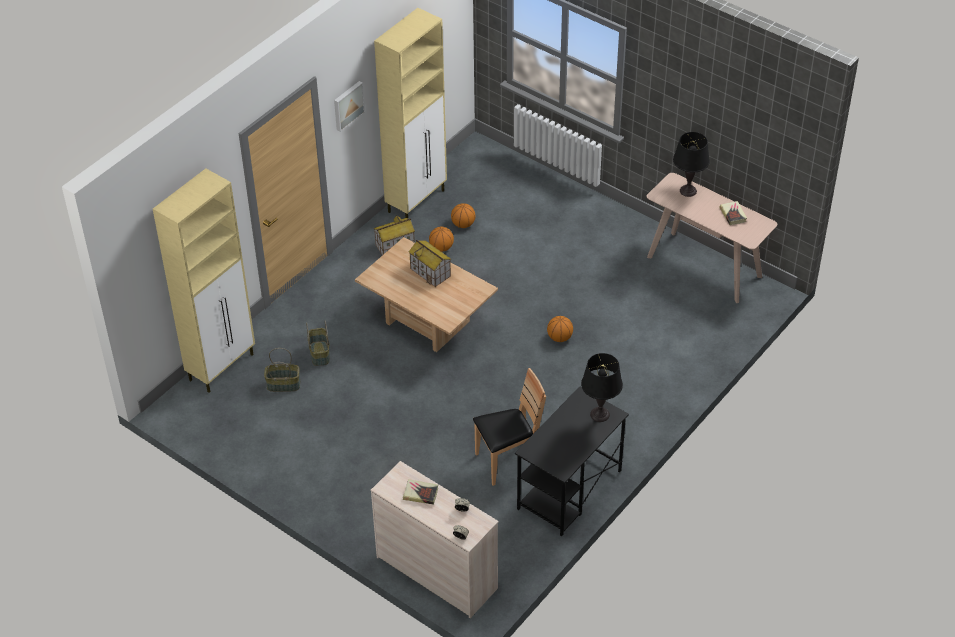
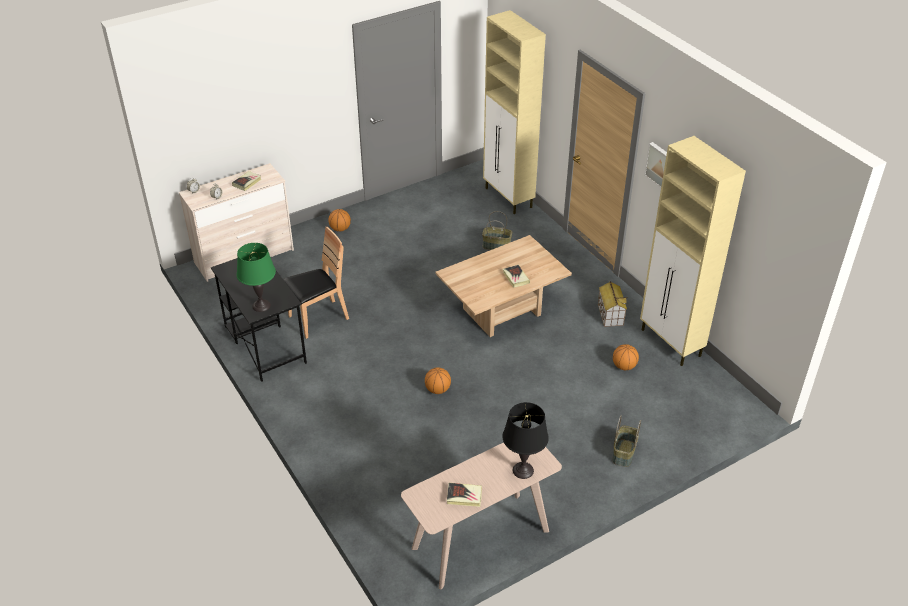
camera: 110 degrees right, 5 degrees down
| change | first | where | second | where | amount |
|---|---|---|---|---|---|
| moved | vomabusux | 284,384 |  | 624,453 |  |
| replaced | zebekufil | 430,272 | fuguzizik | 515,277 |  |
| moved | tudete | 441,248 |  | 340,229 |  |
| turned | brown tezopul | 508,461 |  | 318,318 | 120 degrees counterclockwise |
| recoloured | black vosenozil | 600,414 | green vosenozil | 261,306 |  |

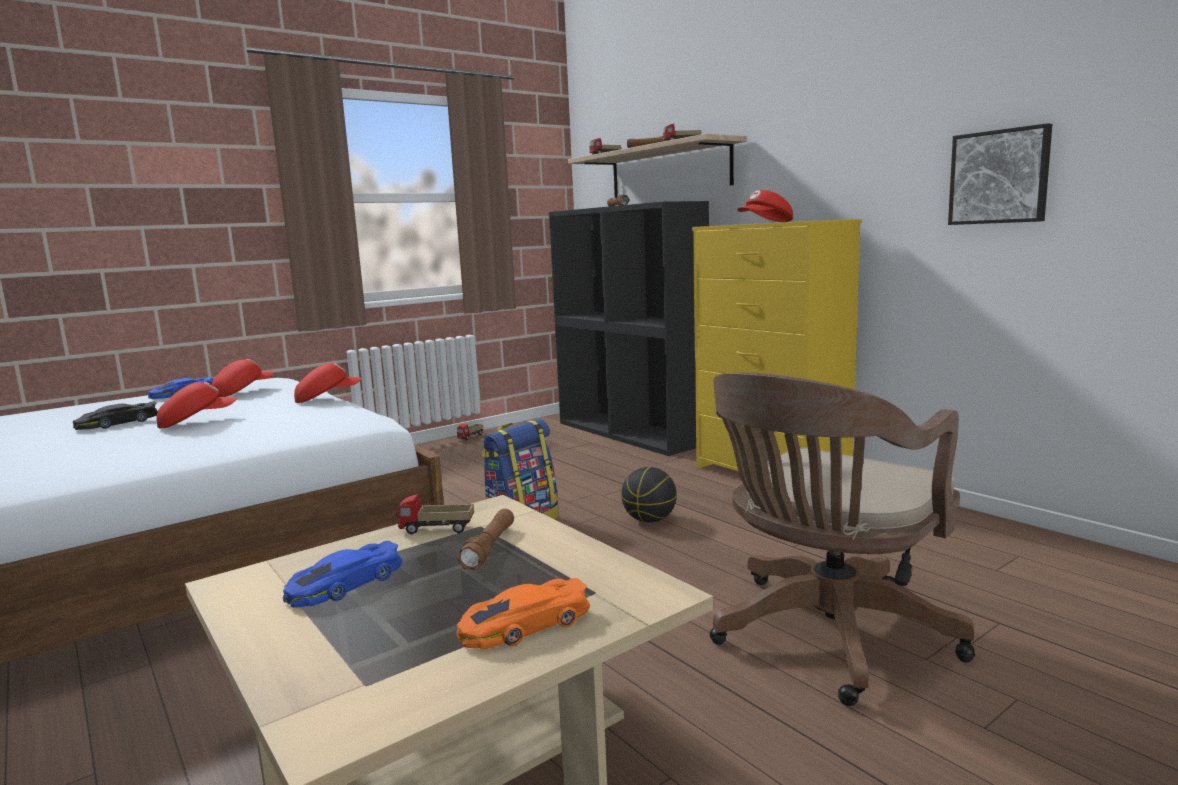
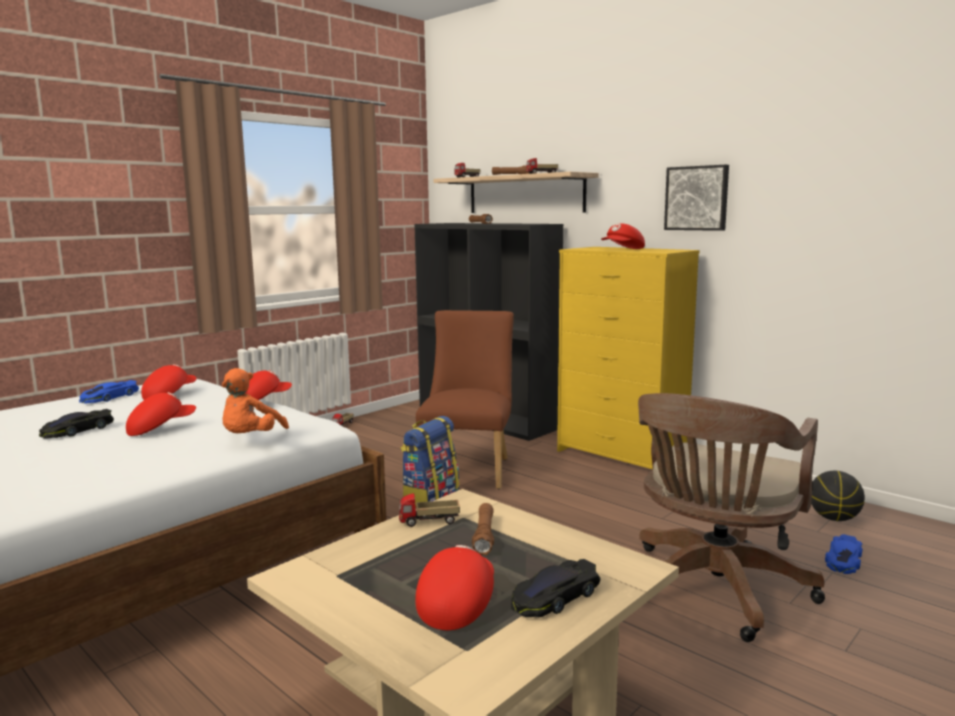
camera: 10 degrees left, 0 degrees up
| change | first | where | second | where | amount |
|---|---|---|---|---|---|
| moved | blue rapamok | 345,585 |  | 843,560 |  |
| recoloured | orange rapamok | 524,625 | black rapamok | 555,597 |  |
| moved | tudete | 650,520 |  | 834,518 |  |
| moved | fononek | 999,177 |  | 697,198 |  |
| added |  |  | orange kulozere | 250,438 |  |
| added |  |  | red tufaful | 457,603 |  |
| added |  |  | brown tezopul | 469,469 |  |

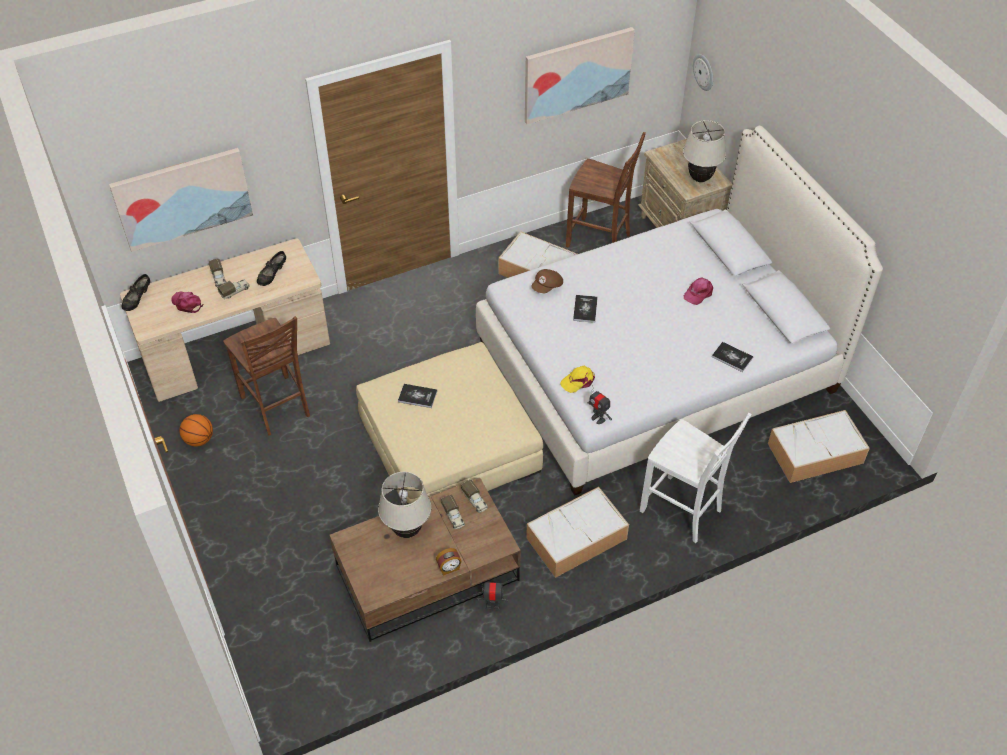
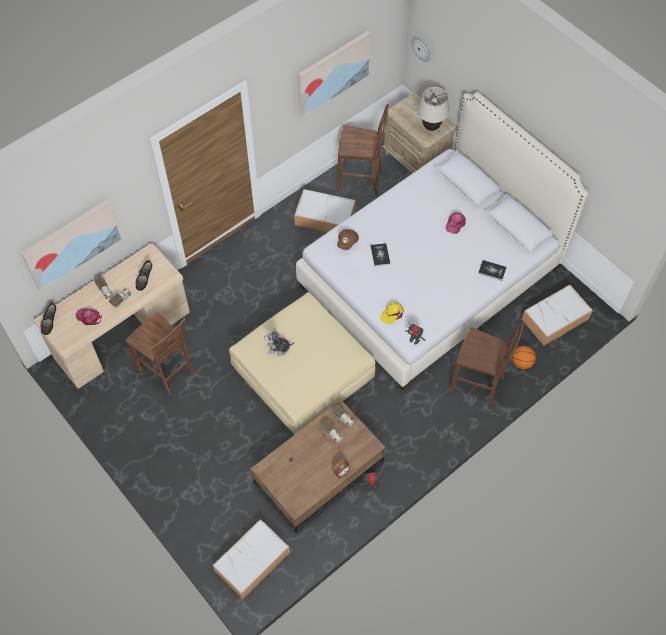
camera: 15 degrees left, 10 degrees up
| change | first | where | second | where | amount |
|---|---|---|---|---|---|
| moved | tudete | 199,440 |  | 522,362 |  |
| removed | beige vosenozil | 407,531 |  |  |  |
| replaced | fuguzizik | 417,396 | kulozere | 278,348 |  |
| moved | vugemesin | 575,539 |  | 251,562 |  |
| recoloured | white tezopul | 682,511 | brown tezopul | 478,384 |  |

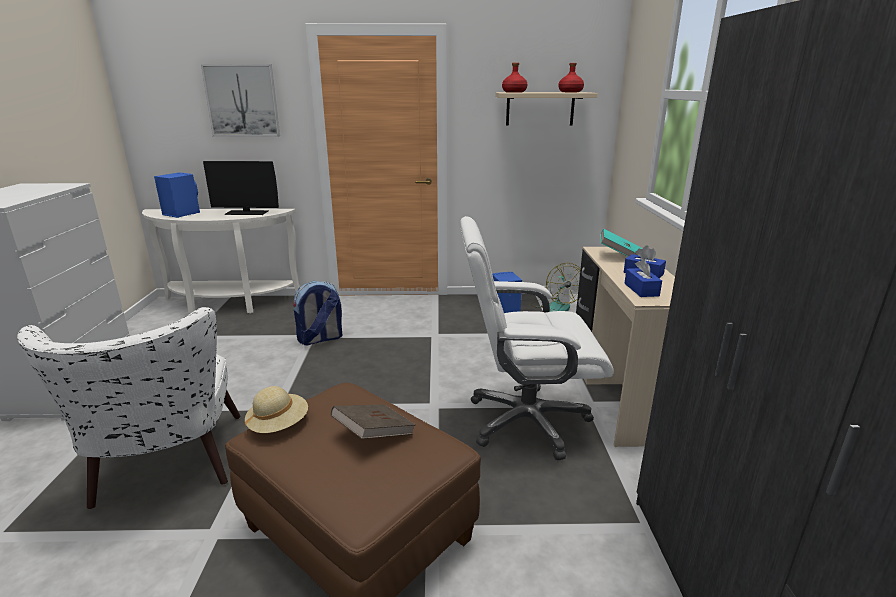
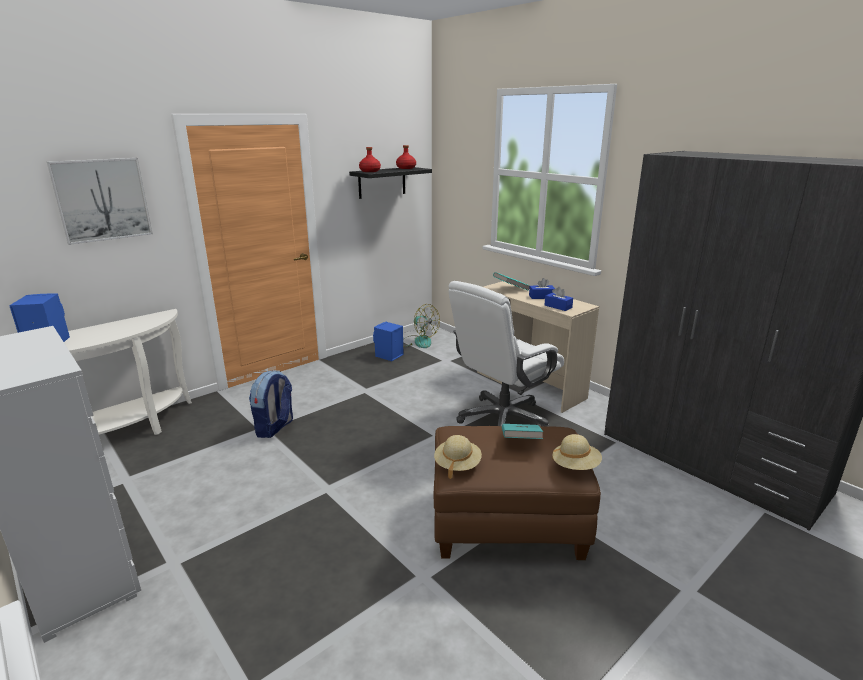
camera: 40 degrees left, 0 degrees up
| change | first | where | second | where | amount |
|---|---|---|---|---|---|
| removed | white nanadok | 166,469 |  |  |  |
| removed | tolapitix | 246,212 |  |  |  |
| recoloured | brown fuguzizik | 374,435 | turquoise fuguzizik | 520,442 |  |
| recoloured | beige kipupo | 540,109 | black kipupo | 382,182 |  |
| added |  |  | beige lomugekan | 575,466 |  |

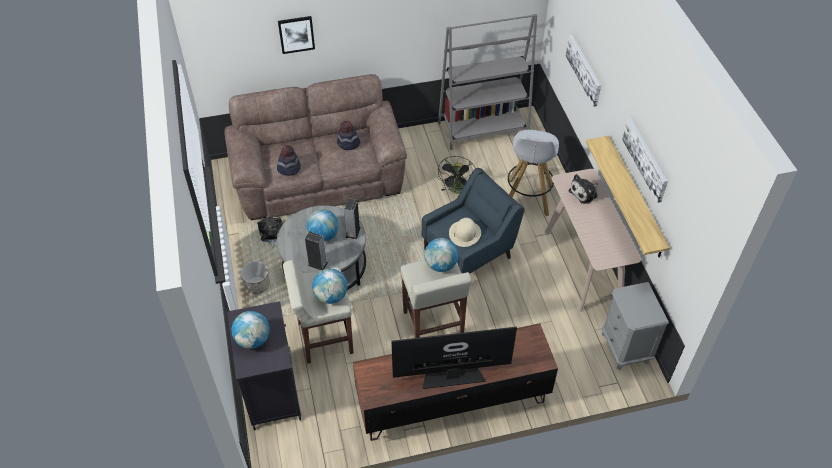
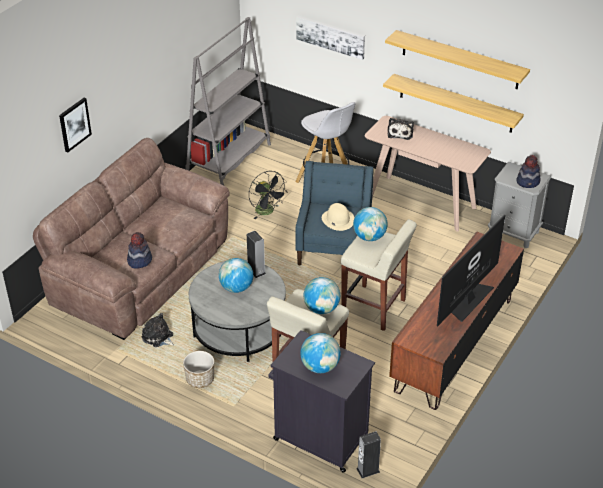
camera: 45 degrees left, 10 degrees down
| change | first | where | second | where | amount |
|---|---|---|---|---|---|
| moved | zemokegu | 317,264 |  | 368,470 |  |
| moved | lomugekan | 348,143 |  | 528,182 |  |
| replaced | fononek | 646,159 | kipupo | 460,60 |  |

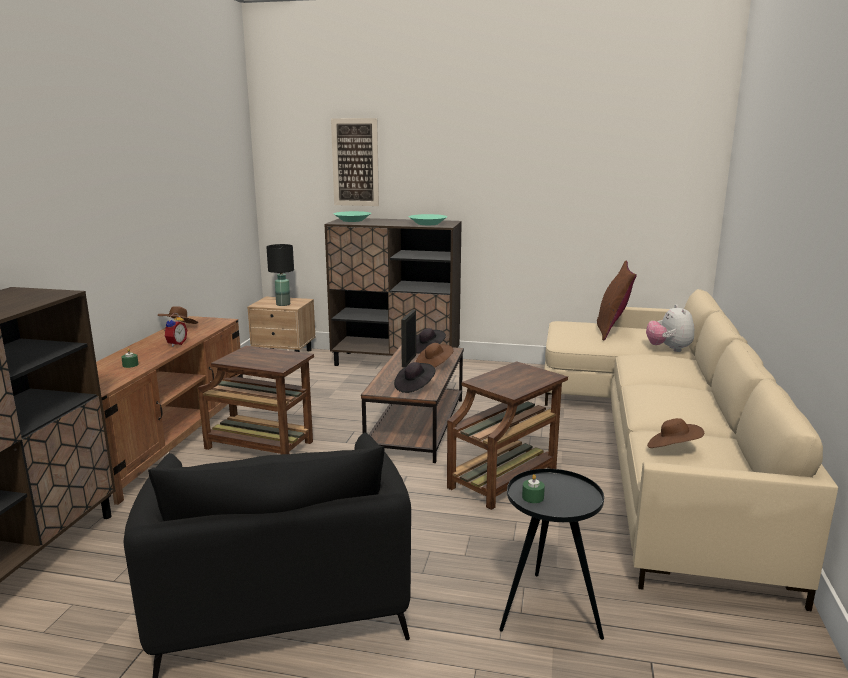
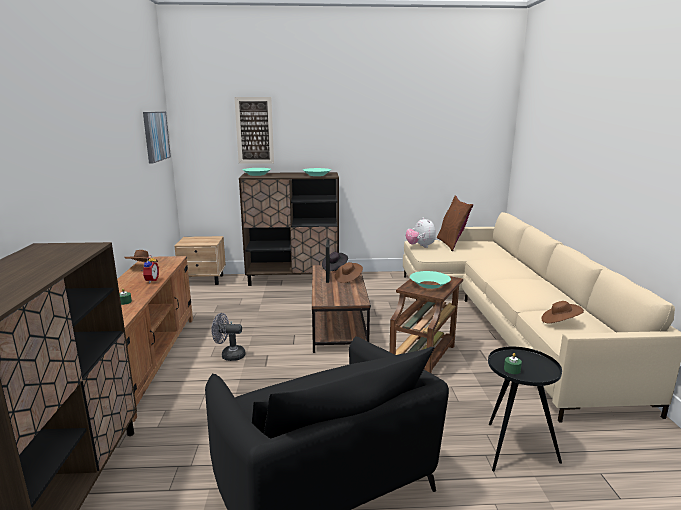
camera: 15 degrees left, 0 degrees up
| change | first | where | second | where | amount |
|---|---|---|---|---|---|
| replaced | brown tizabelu | 262,446 | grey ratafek | 229,355 |  |
| removed | black vosenozil | 283,304 |  |  |  |
| removed | black lomugekan | 414,387 |  |  |  |
| moved | kulozere | 669,349 |  | 420,246 |  |
| added |  |  | fononek | 155,136 |  |
| added |  |  | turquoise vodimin | 429,284 |  |

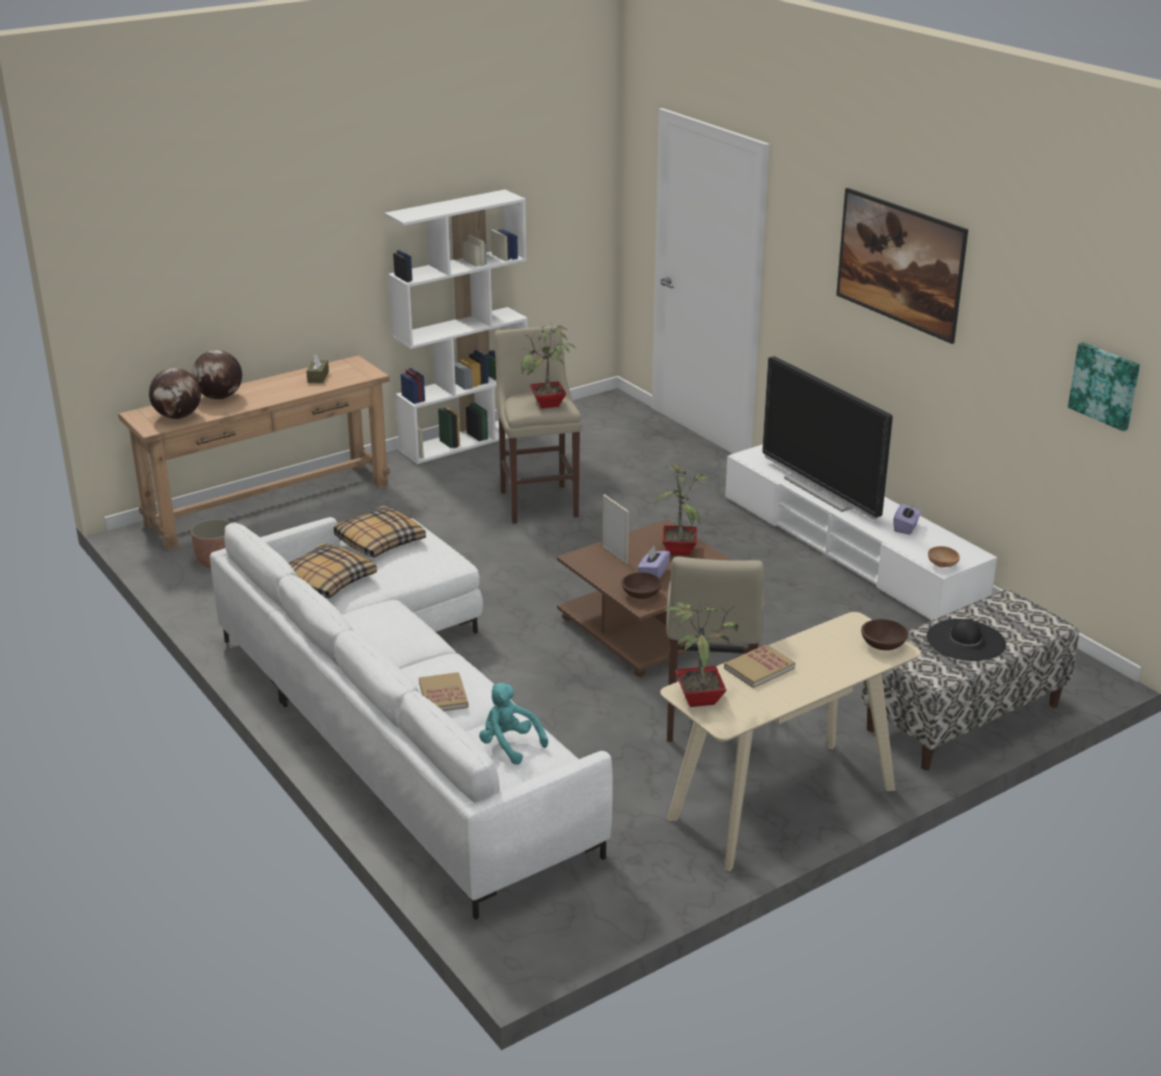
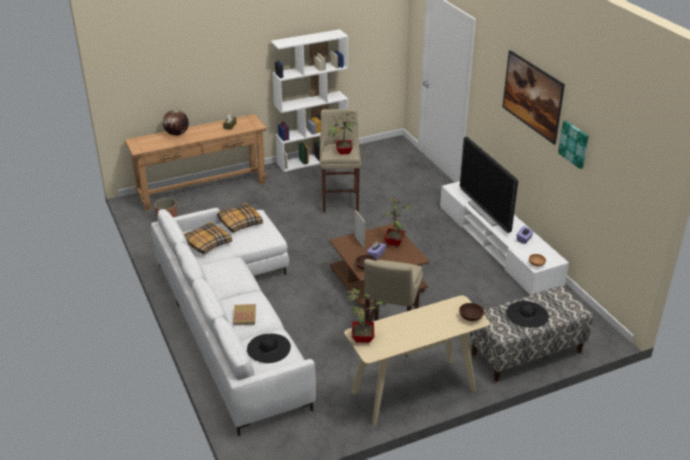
camera: 10 degrees right, 5 degrees up
| change | first | where | second | where | amount |
|---|---|---|---|---|---|
| removed | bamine | 178,416 |  |  |  |
| replaced | turquoise kulozere | 509,745 | black lomugekan | 268,348 |  |
| removed | fuguzizik | 759,668 |  |  |  |
| moved | fononek | 1105,385 |  | 574,144 |  |

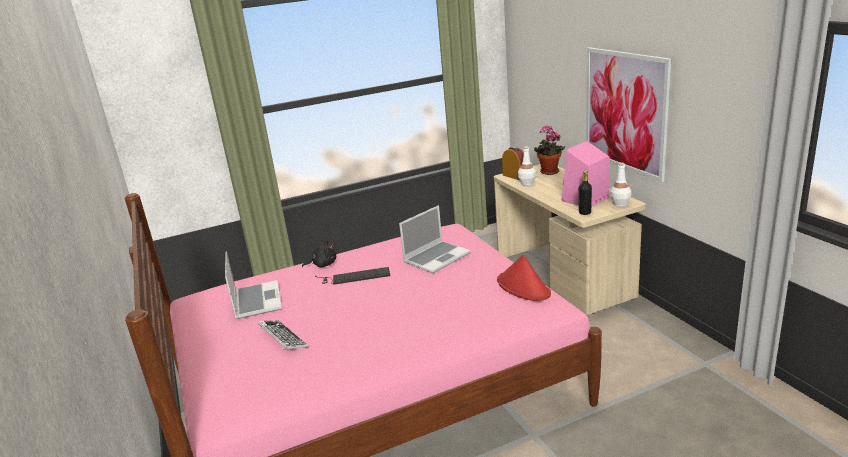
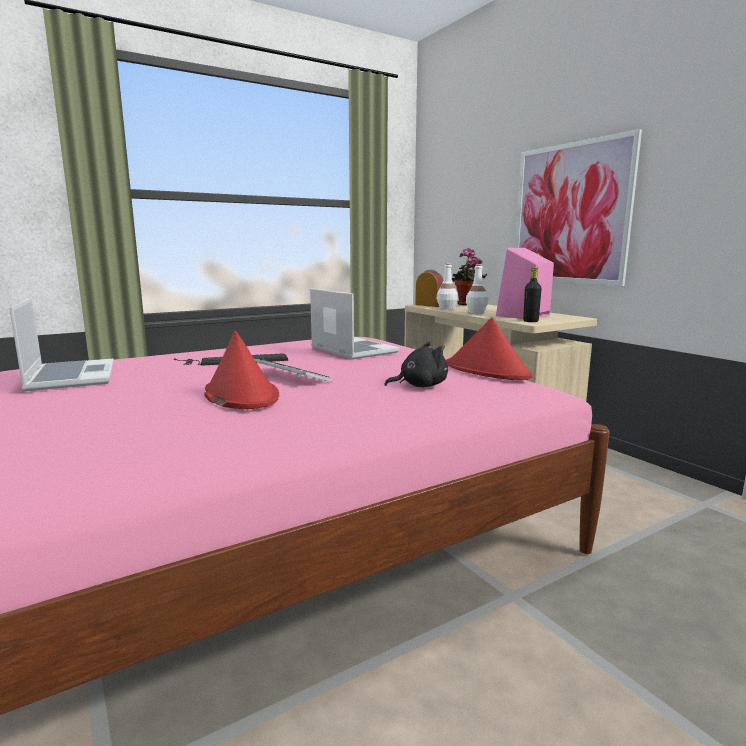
camera: 10 degrees left, 10 degrees down
| change | first | where | second | where | amount |
|---|---|---|---|---|---|
| moved | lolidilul | 282,338 |  | 288,377 |  |
| moved | black kulozere | 323,265 |  | 420,386 |  |
| turned | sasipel | 436,257 |  | 352,350 | 75 degrees counterclockwise |
| moved | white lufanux | 620,204 |  | 476,312 |  |
| added |  |  | red lomugekan | 240,395 |  |

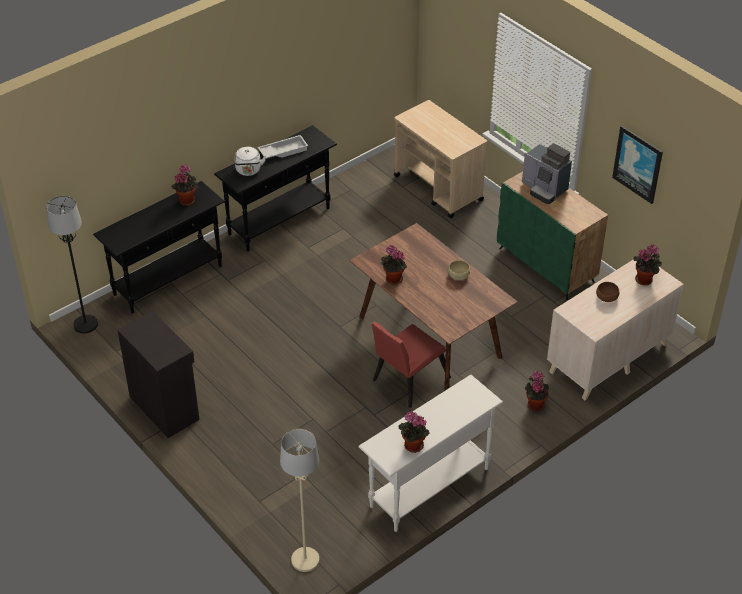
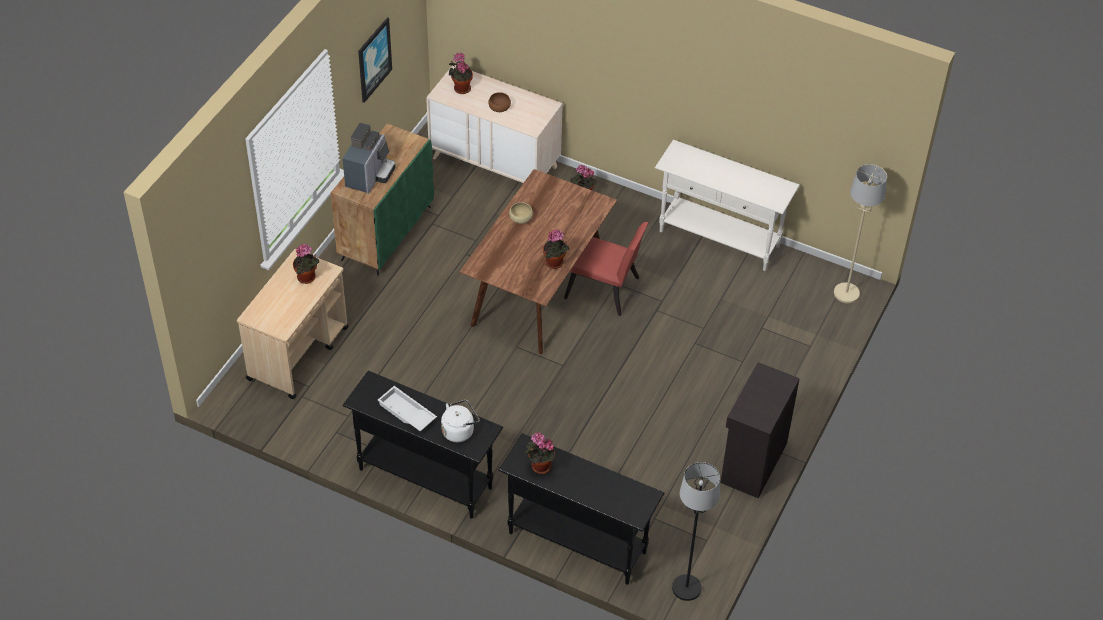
camera: 115 degrees left, 5 degrees up
| change | first | where | second | where | amount |
|---|---|---|---|---|---|
| moved | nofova | 412,446 |  | 308,278 |  |

